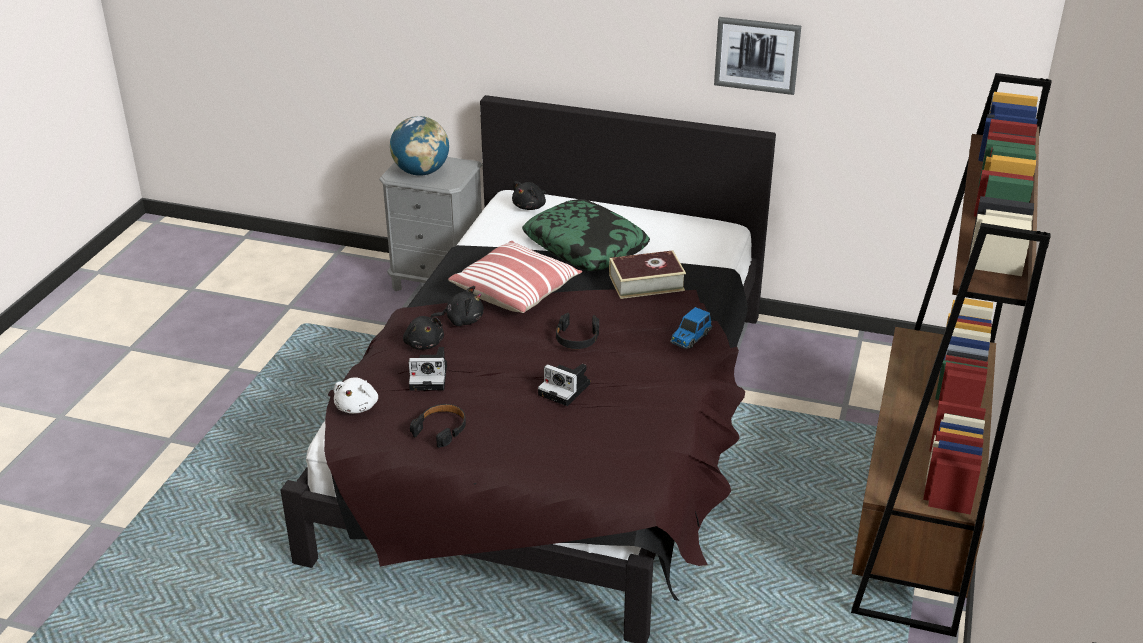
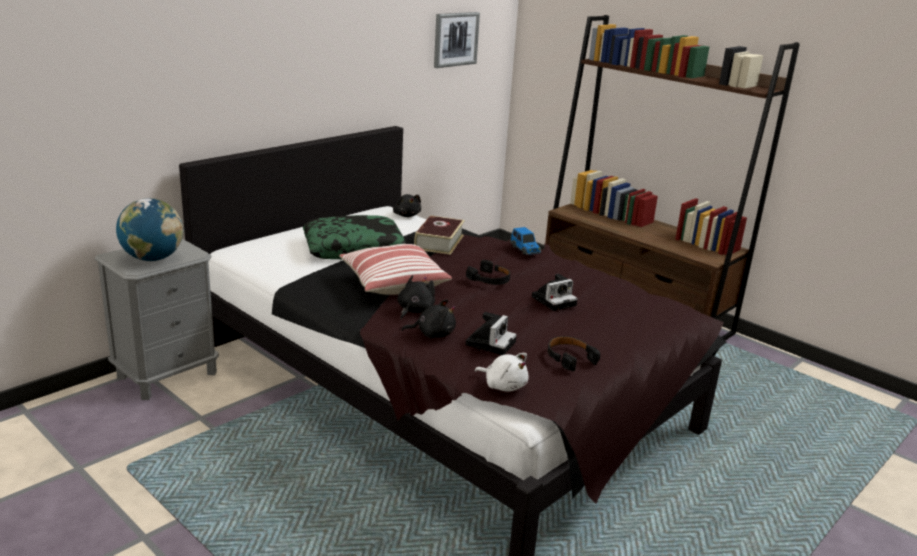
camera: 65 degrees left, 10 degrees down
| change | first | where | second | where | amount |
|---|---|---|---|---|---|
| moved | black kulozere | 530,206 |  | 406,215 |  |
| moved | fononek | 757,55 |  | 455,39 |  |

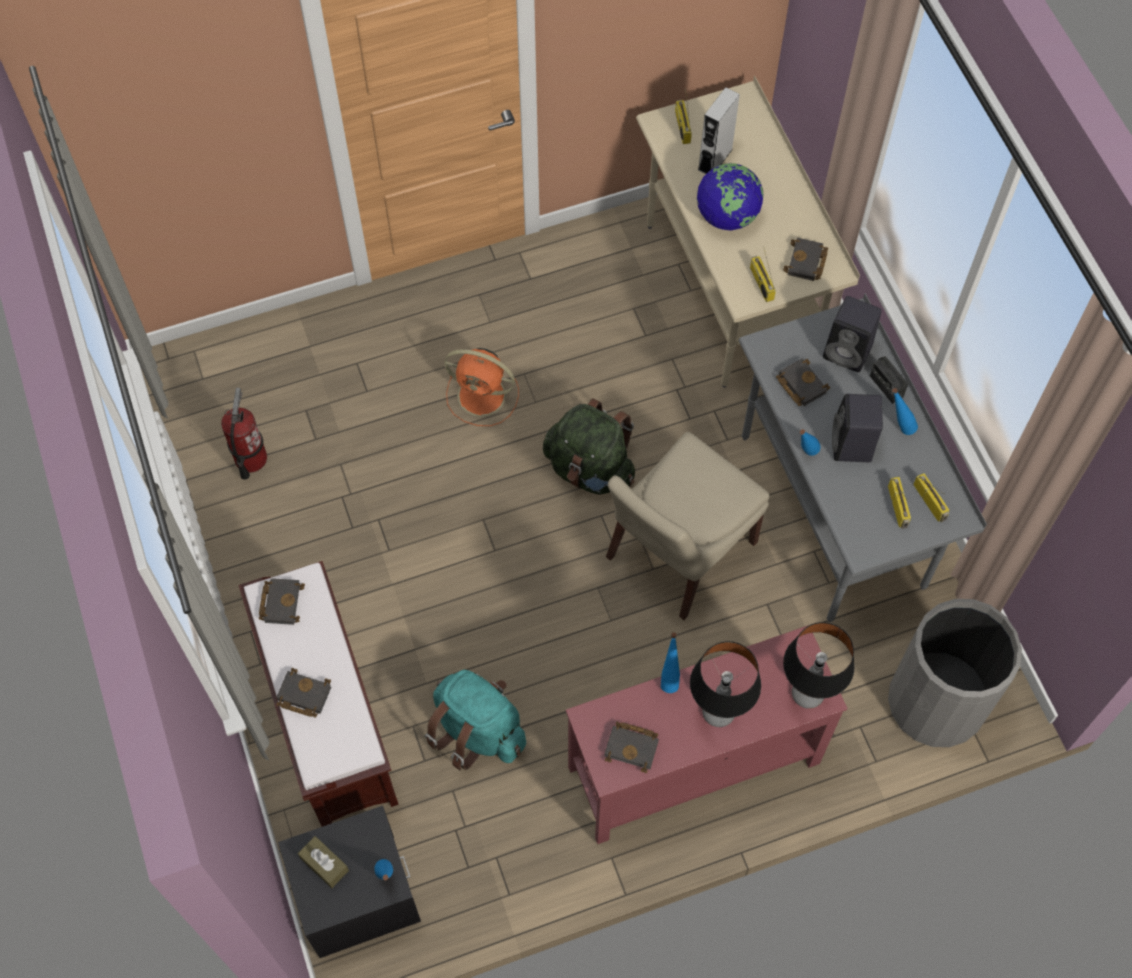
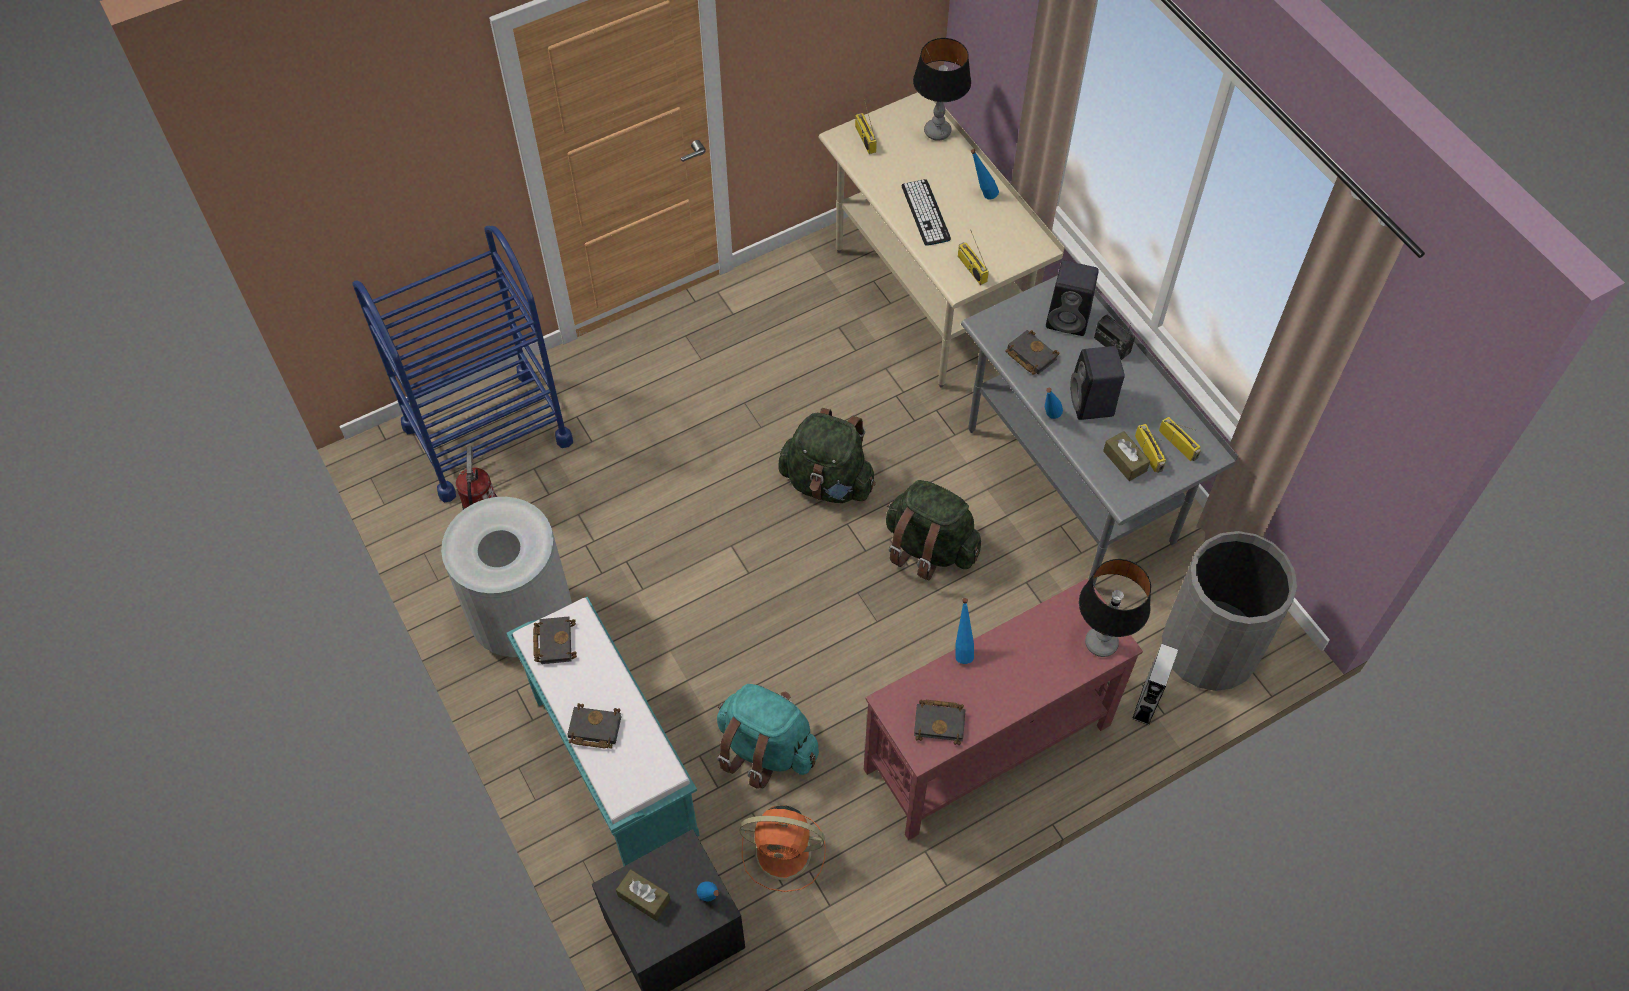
camera: 10 degrees left, 5 degrees down
| change | first | where | second | where | amount |
|---|---|---|---|---|---|
| recoloured | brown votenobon | 329,720 | turquoise votenobon | 613,764 |  |
| moved | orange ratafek | 484,396 |  | 785,852 |  |
| replaced | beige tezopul | 677,553 | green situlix | 929,548 |  |
| moved | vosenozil | 718,712 |  | 937,131 |  |
| replaced | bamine | 727,216 | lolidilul | 925,213 |  |
| moved | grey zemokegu | 715,159 |  | 1146,703 |  |
| removed | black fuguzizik | 806,263 |  |  |  |
| moved | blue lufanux | 898,427 |  | 981,195 |  |
| added |  |  | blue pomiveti | 487,434 |  |
| added |  |  | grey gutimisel | 522,619 |  |
| added |  |  | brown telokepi | 1124,461 |  |

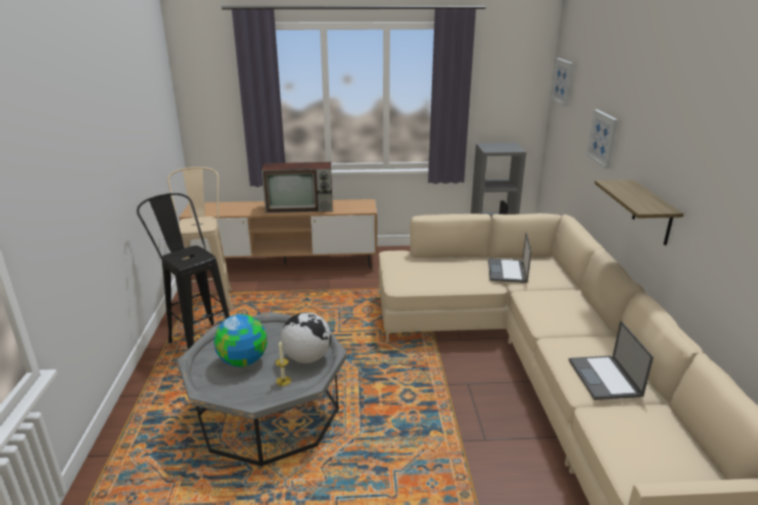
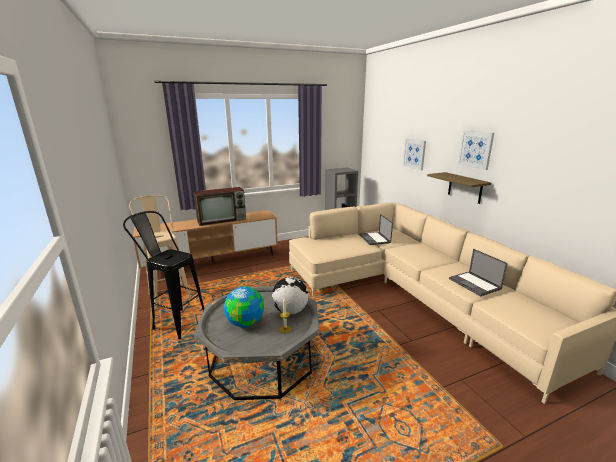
camera: 20 degrees left, 5 degrees down
| change | first | where | second | where | amount |
|---|---|---|---|---|---|
| moved | fononek | 563,82 |  | 475,149 |  |

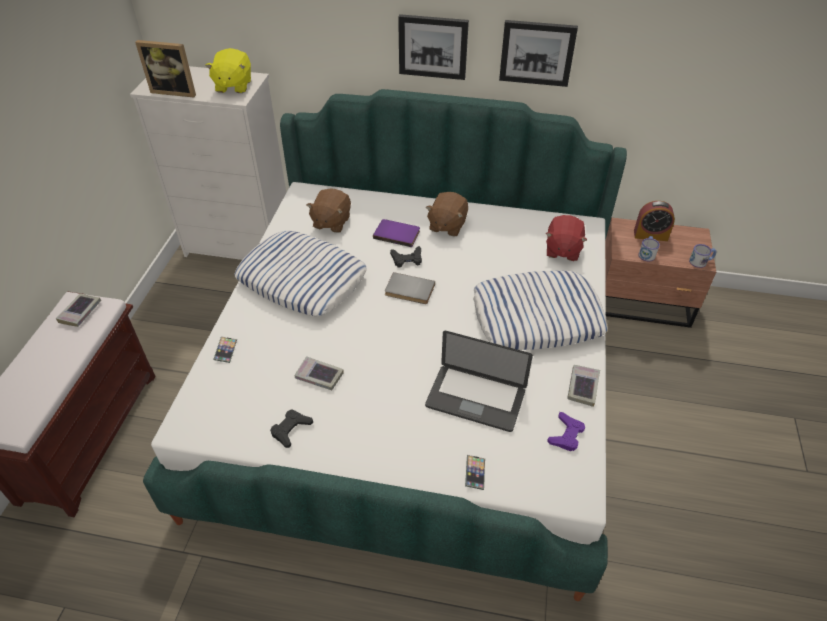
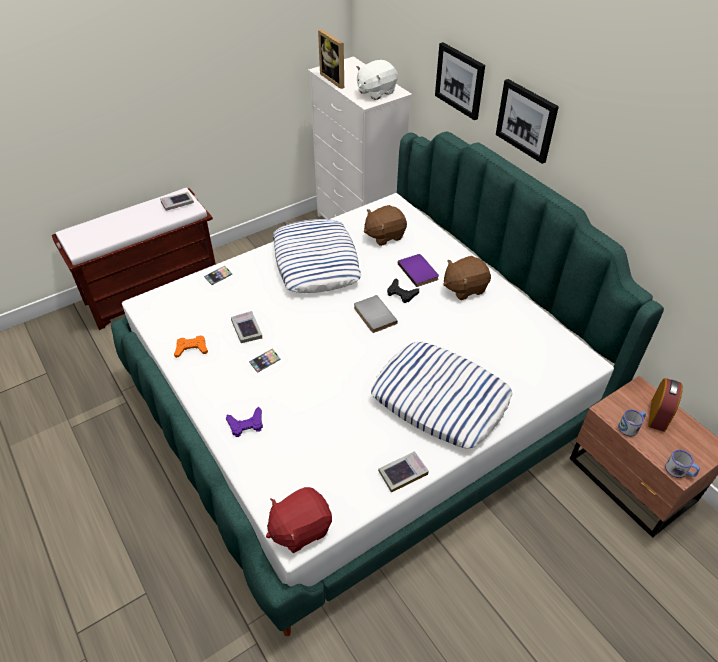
camera: 45 degrees right, 0 degrees up
| change | first | where | second | where | amount |
|---|---|---|---|---|---|
| recoloured | yellow kulozere | 233,86 | white kulozere | 376,92 |  |
| recoloured | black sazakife | 291,430 | orange sazakife | 191,349 |  |
| removed | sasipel | 475,399 |  |  |  |
| moved | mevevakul | 475,473 |  | 265,362 |  |
| moved | fononek | 537,52 |  | 460,80 |  |
| moved | red kulozere | 562,250 |  | 300,528 |  |
| moved | purple sazakife | 566,435 |  | 246,424 |  |
| turned | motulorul | 650,235 |  | 658,415 | 120 degrees counterclockwise |

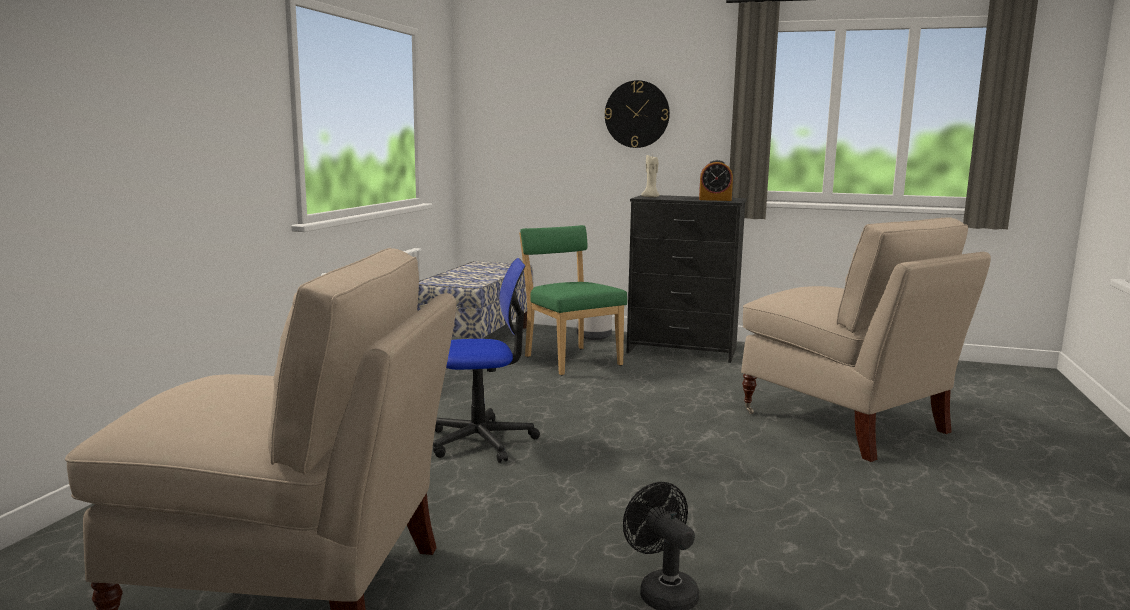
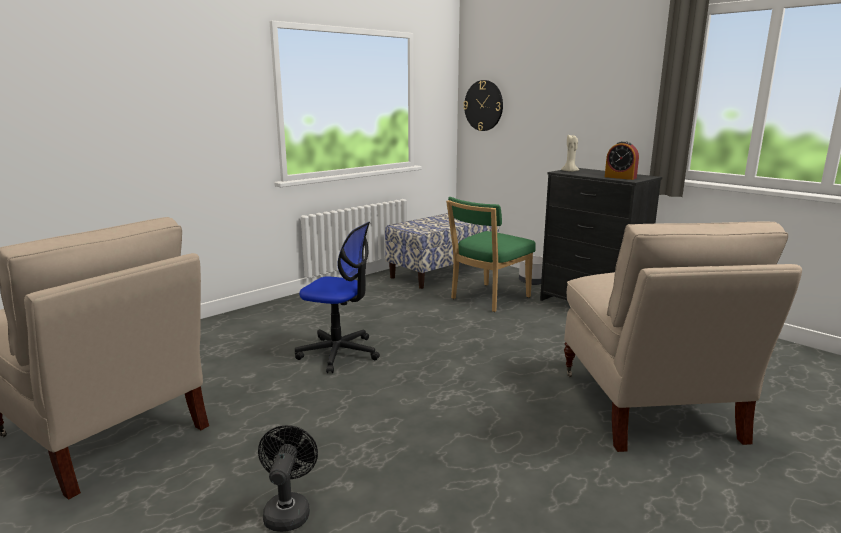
camera: 30 degrees right, 5 degrees up
| change | first | where | second | where | amount |
|---|---|---|---|---|---|
| turned | green tezopul | 570,360 |  | 487,299 | 135 degrees counterclockwise |
| moved | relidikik | 637,114 |  | 483,105 |  |

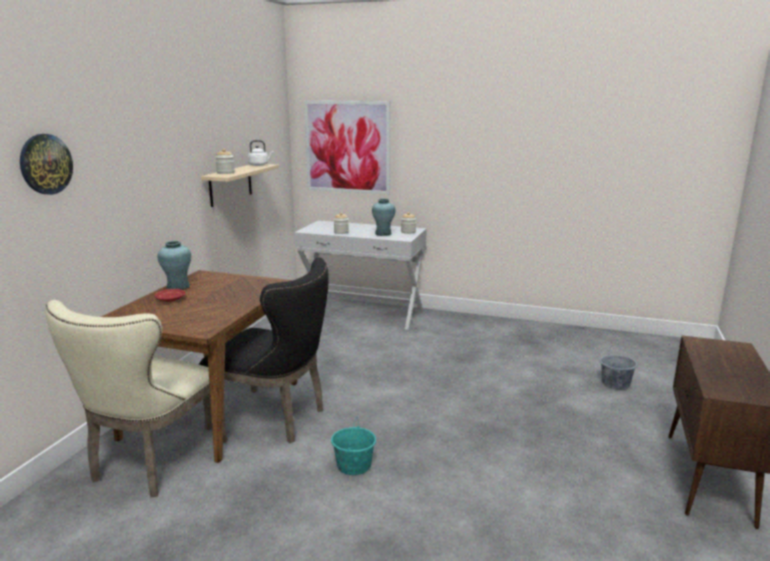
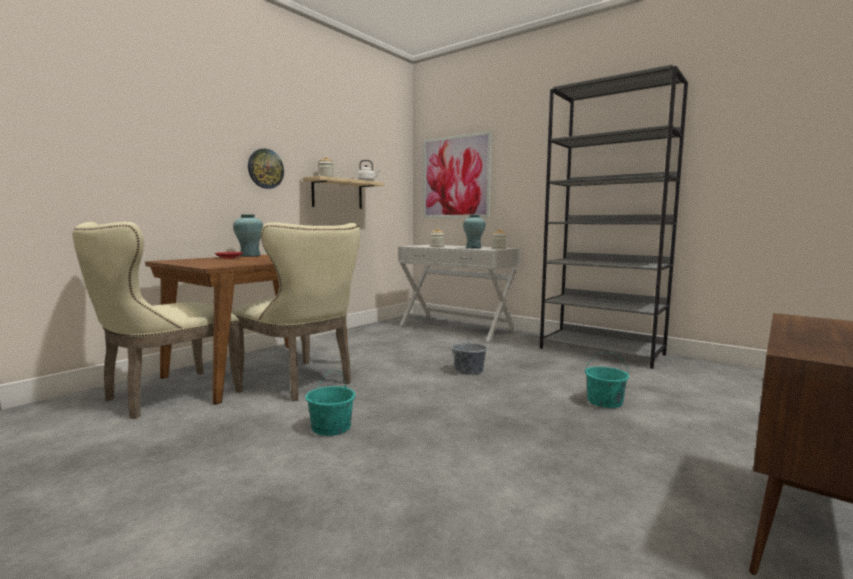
camera: 20 degrees right, 10 degrees down
| change | first | where | second | where | amount |
|---|---|---|---|---|---|
| moved | relidikik | 45,164 |  | 265,168 |  |
| recoloured | black tezopul | 275,418 | beige tezopul | 301,382 |  |
| moved | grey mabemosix | 615,383 |  | 468,371 |  |
| added |  |  | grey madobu | 602,351 |  |
| added |  |  | turquoise mabemosix | 605,402 |  |

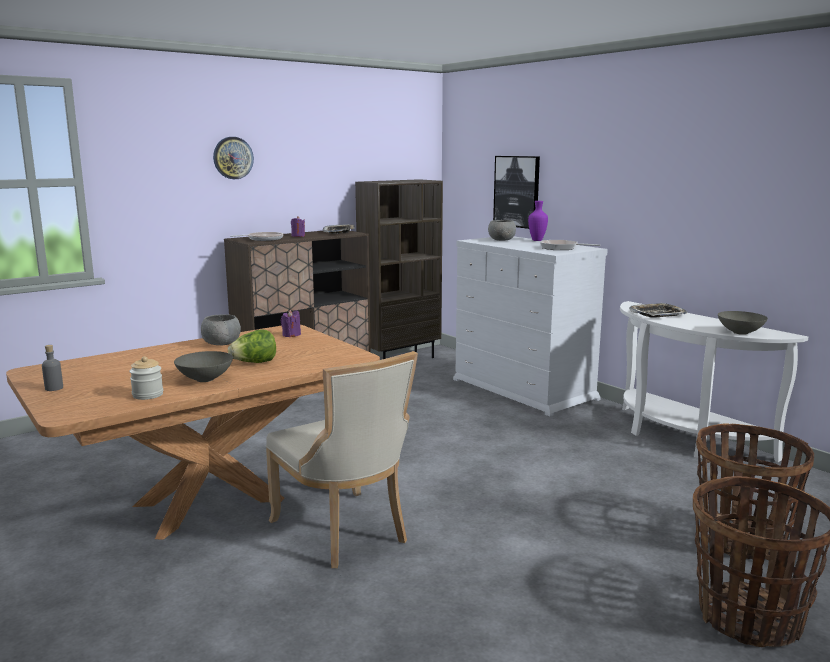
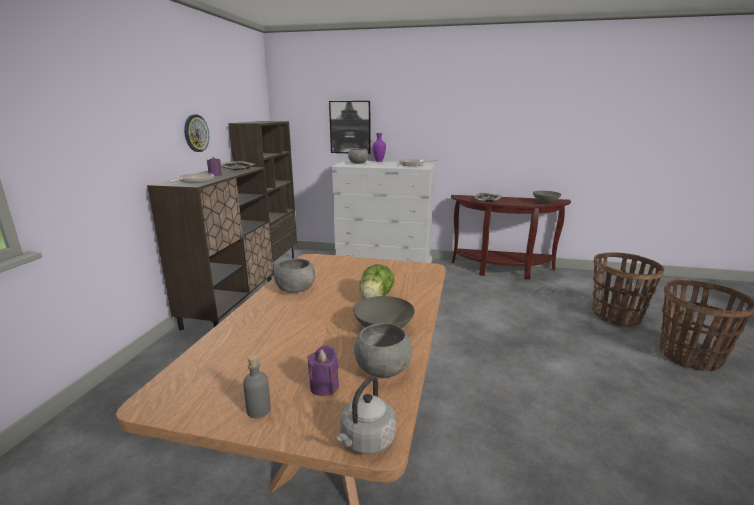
camera: 40 degrees left, 5 degrees up
| change | first | where | second | where | amount |
|---|---|---|---|---|---|
| replaced | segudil | 148,395 | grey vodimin | 383,368 |  |
| moved | relidikik | 233,158 |  | 196,133 |  |
| removed | beige tezopul | 344,532 |  |  |  |
| moved | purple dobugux | 291,335 |  | 324,386 |  |
| recoloured | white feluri | 682,437 | brown feluri | 502,270 |  |
| added |  |  | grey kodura | 366,441 |  |

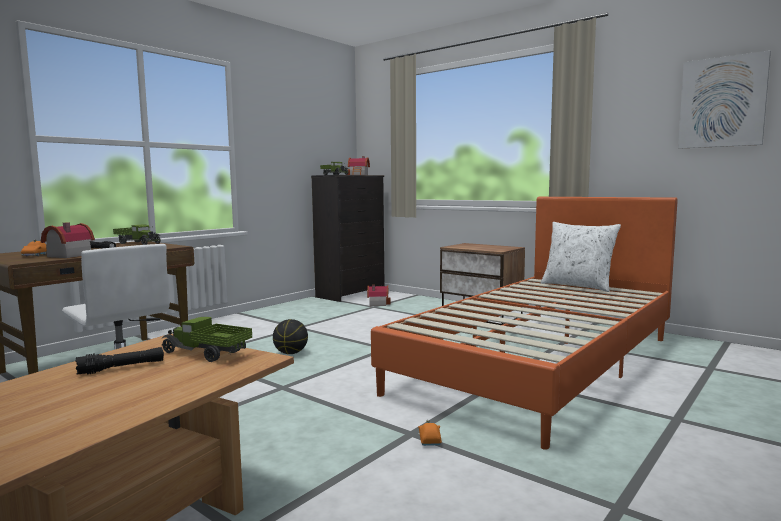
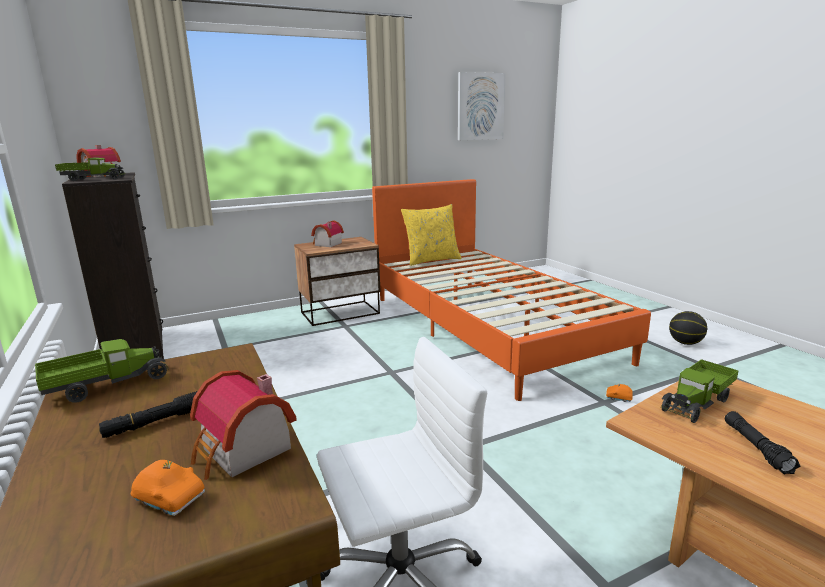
camera: 65 degrees left, 10 degrees up
| change | first | where | second | where | amount |
|---|---|---|---|---|---|
| moved | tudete | 291,353 |  | 685,343 |  |
| moved | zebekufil | 377,303 |  | 326,244 |  |
| recoloured | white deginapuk | 578,286 | yellow deginapuk | 431,260 |  |

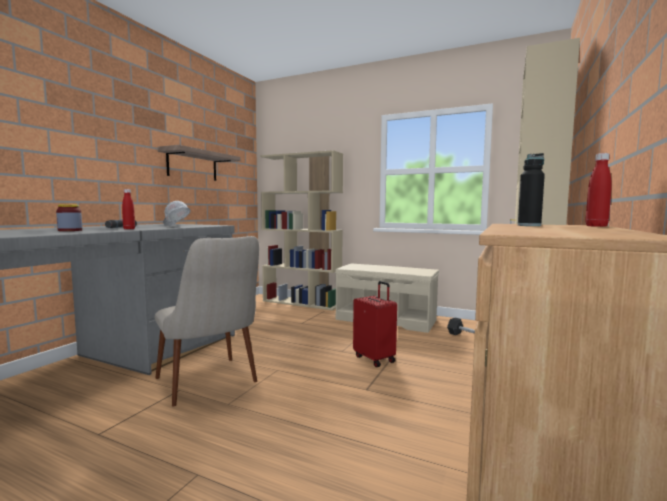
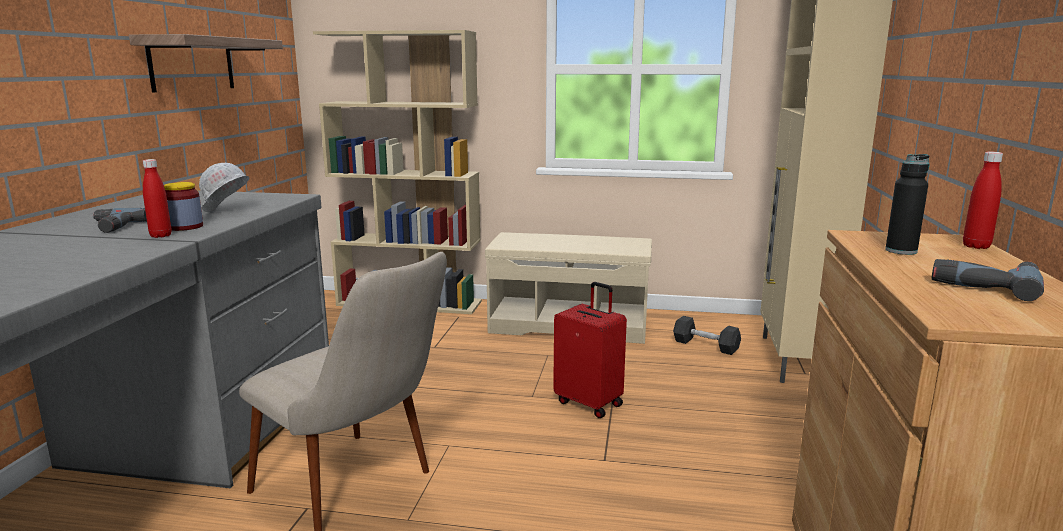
camera: 15 degrees left, 10 degrees up
| change | first | where | second | where | amount |
|---|---|---|---|---|---|
| moved | segudil | 70,230 |  | 185,227 |  |
| added |  |  | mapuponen | 985,284 |  |

